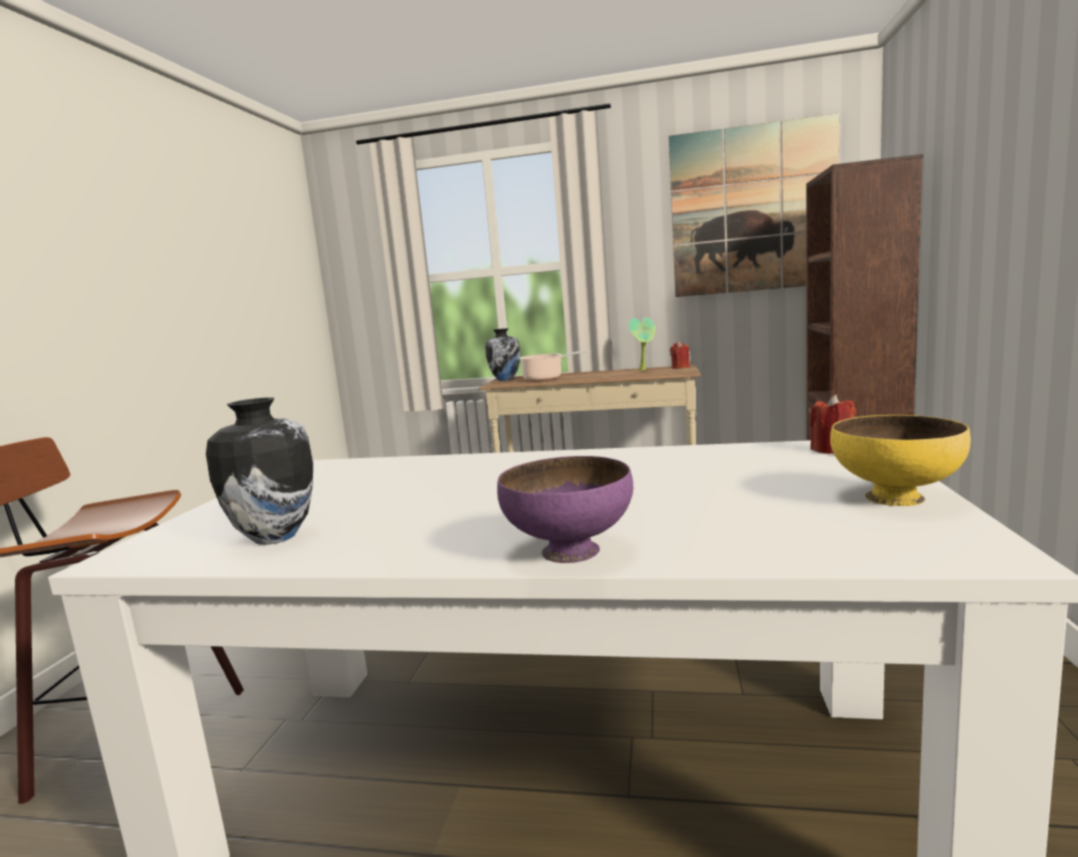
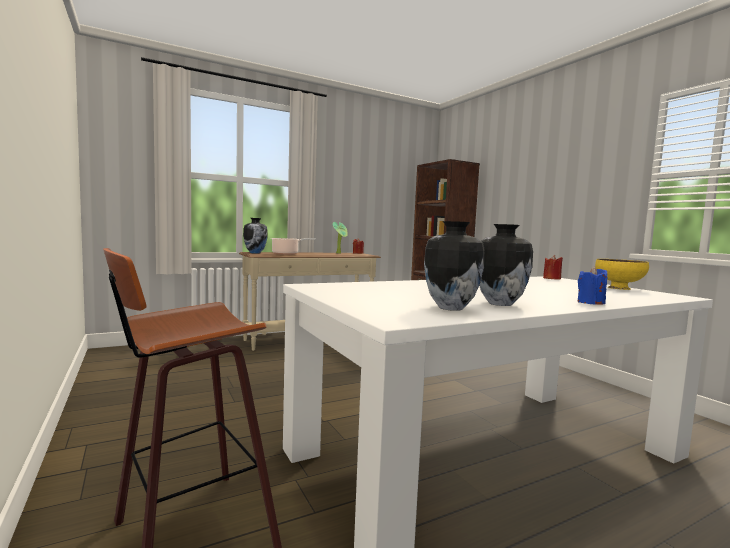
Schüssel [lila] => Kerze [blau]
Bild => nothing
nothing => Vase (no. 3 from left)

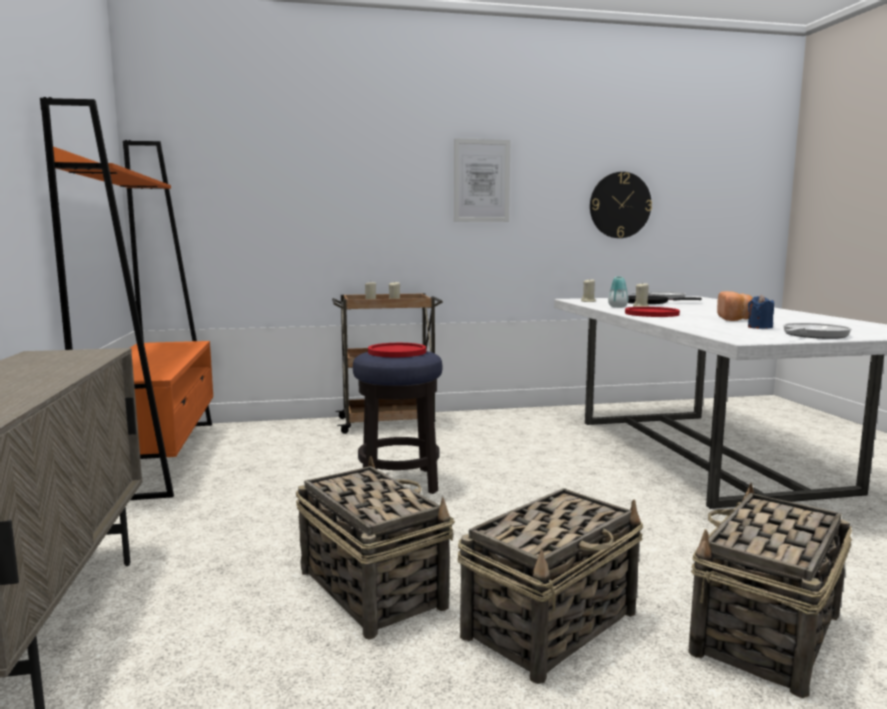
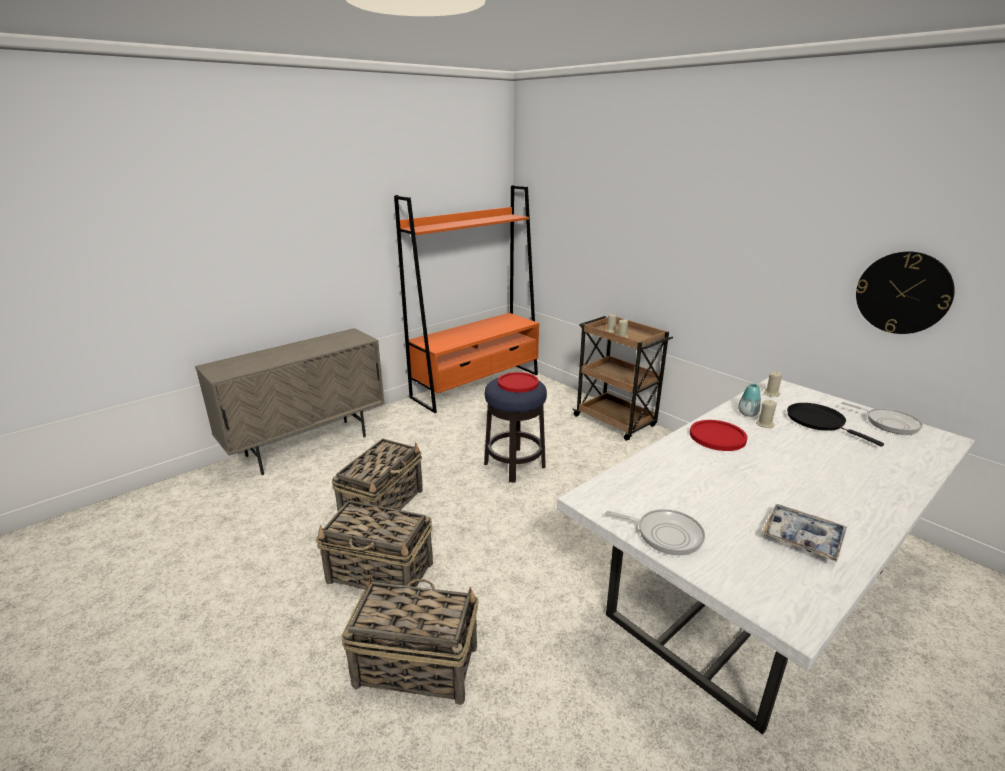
Bild => nothing
Brot => nothing
Kerze [blau] => nothing
nothing => Tablett

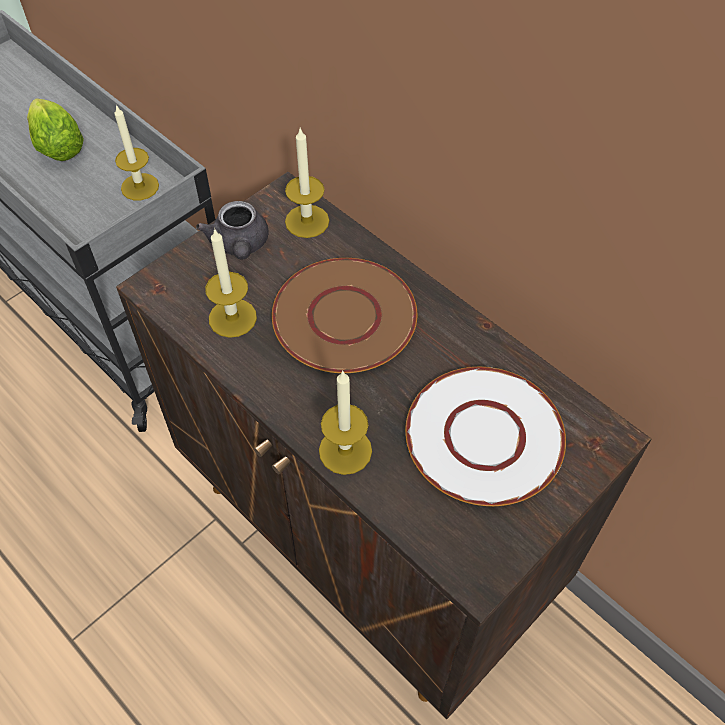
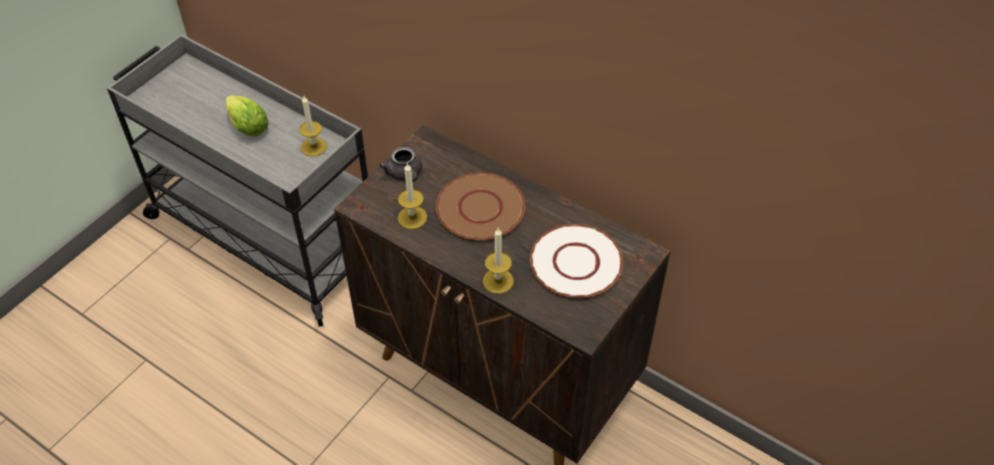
Kerze (no. 3 from left) => nothing

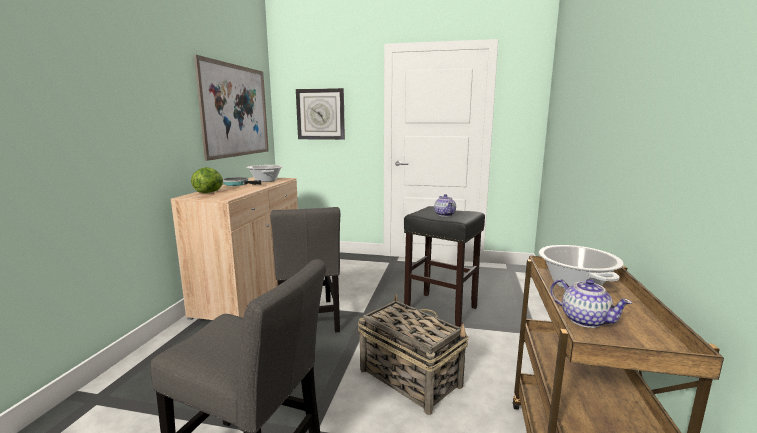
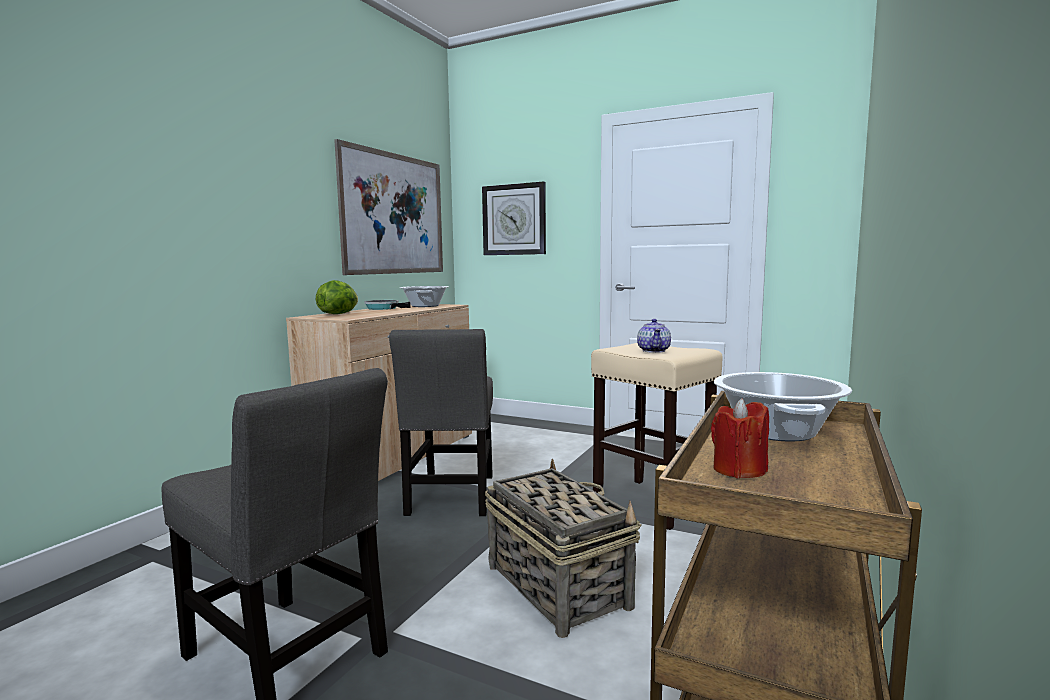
Hocker [schwarz] => Hocker [beige]
Teekanne (no. 2 from left) => Kerze [rot]

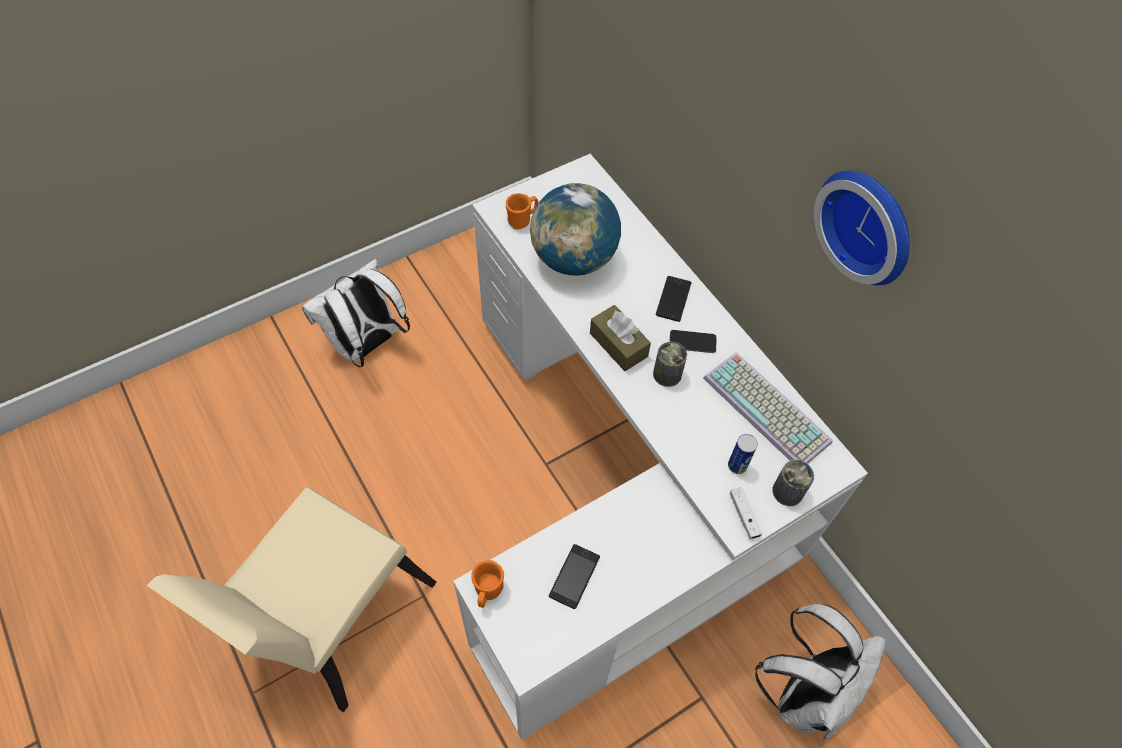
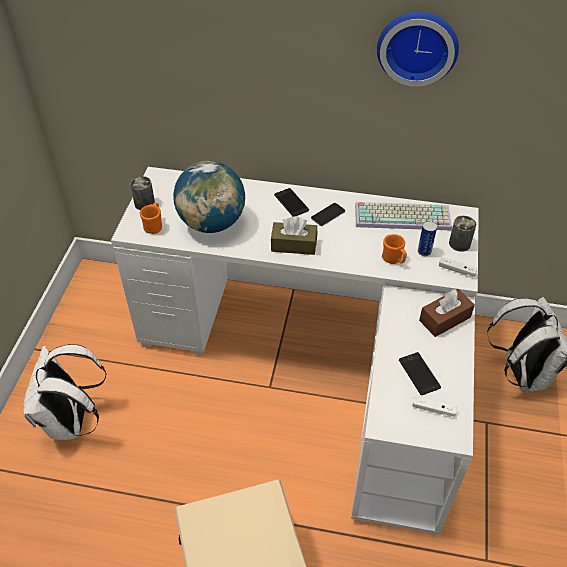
Henkelbecher [orange] (no. 1 from left in the first image) => Henkelbecher [orange] (no. 2 from left), shifted
Dose (no. 1 from left), shifted
nothing => Gamepad [weiß] (no. 1 from left)
nothing => Taschentuchbox [braun] (no. 2 from left)

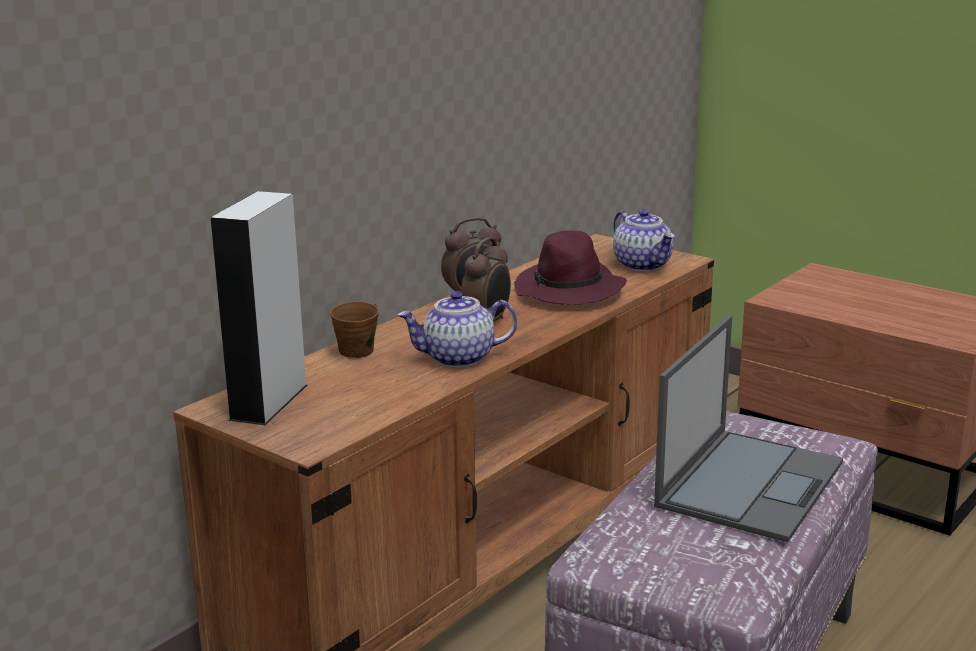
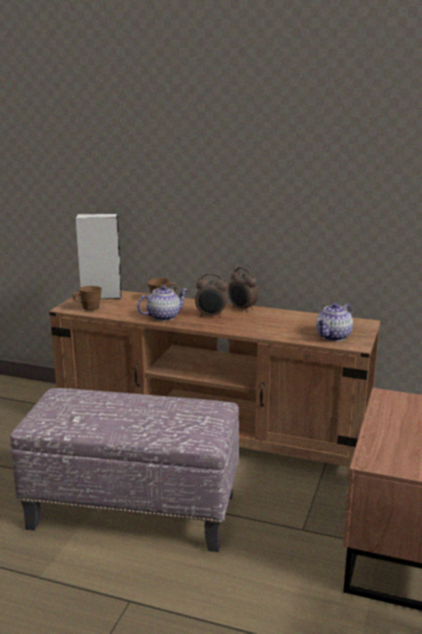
Teekanne (no. 1 from left), 90 degrees clockwise
Hut [lila] => nothing
Laptop => nothing
nothing => Henkelbecher [braun] (no. 1 from left)

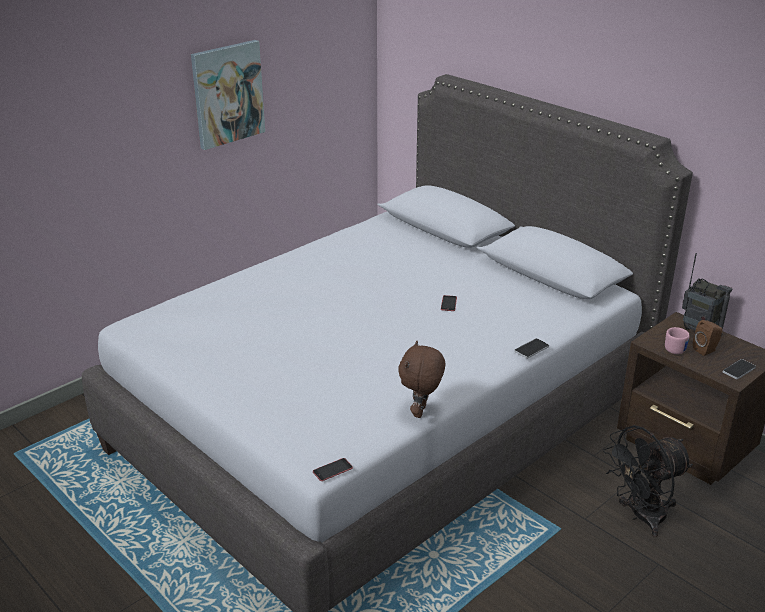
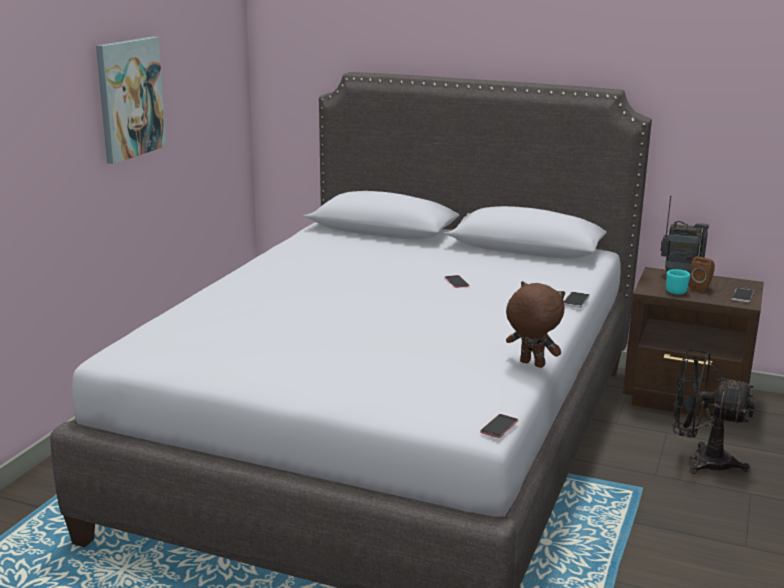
Plüschtier [braun], 135 degrees clockwise
Ventilator [schwarz], 75 degrees clockwise
Henkelbecher [rosa] => Henkelbecher [türkis]

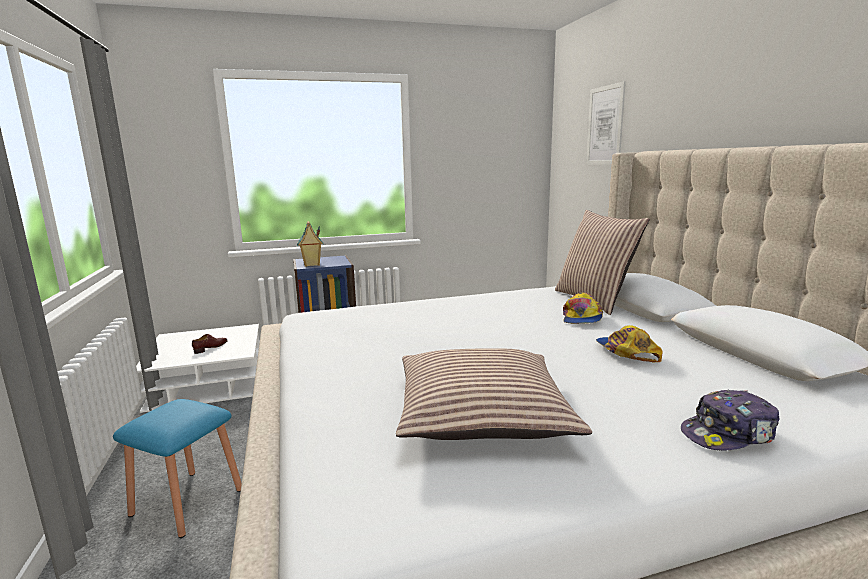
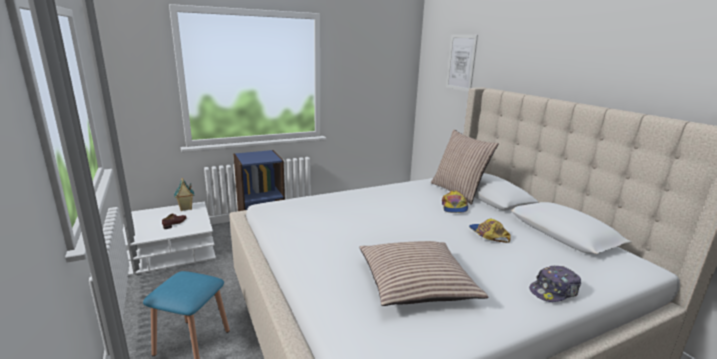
Spielzeughaus, shifted

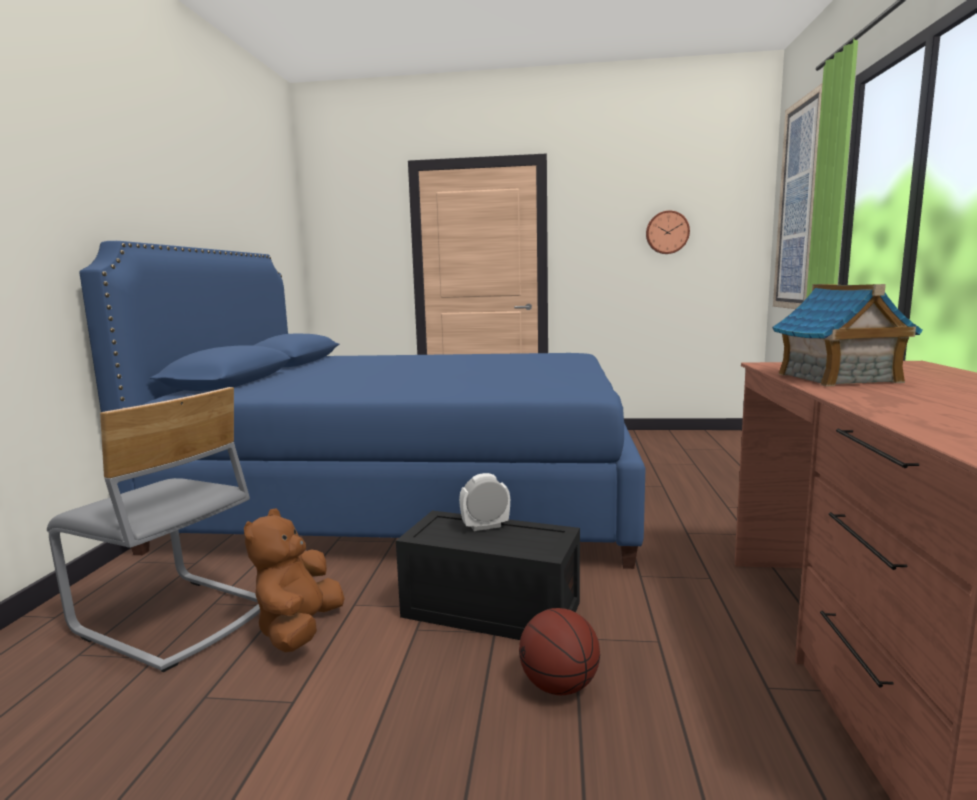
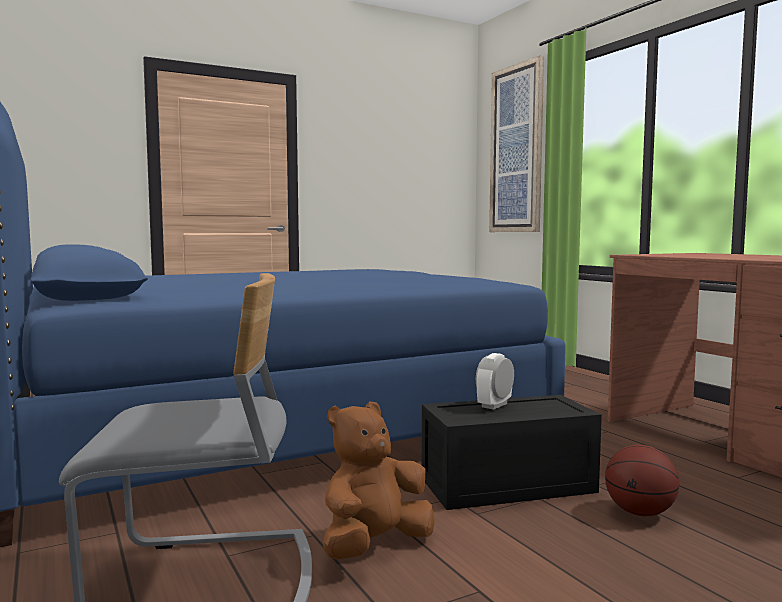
Plüschtier [braun], 75 degrees clockwise
Wanduhr => nothing
Spielzeughaus => nothing

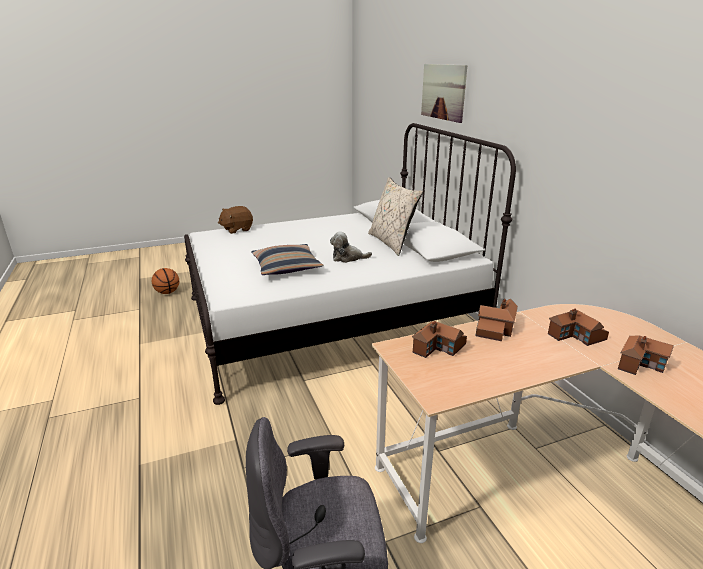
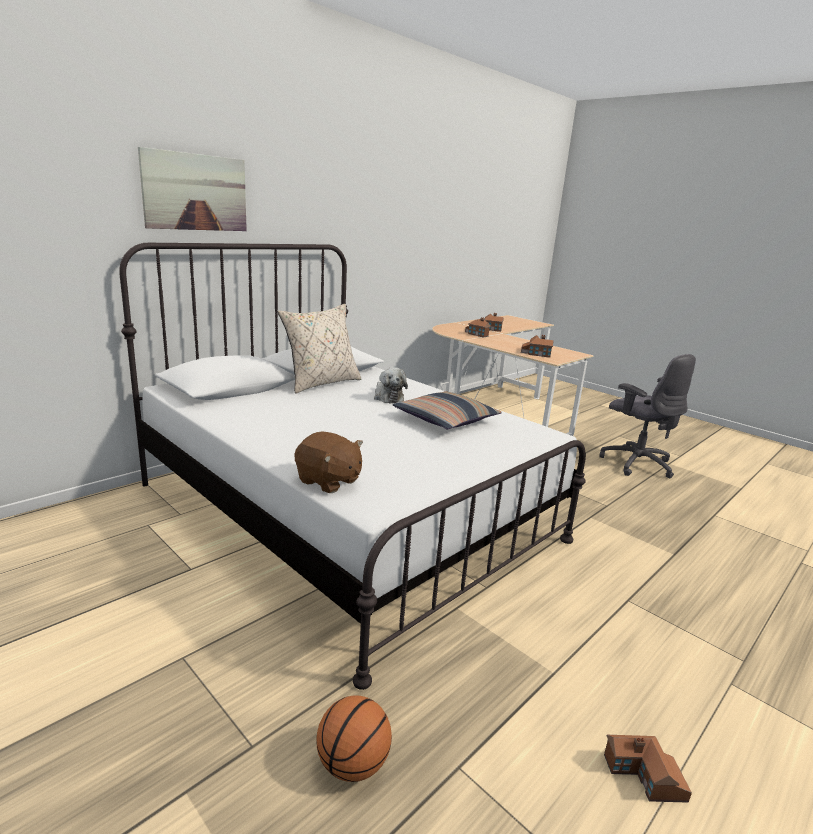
Spielzeughaus (no. 2 from left in the first image) => Spielzeughaus (no. 4 from left), shifted

